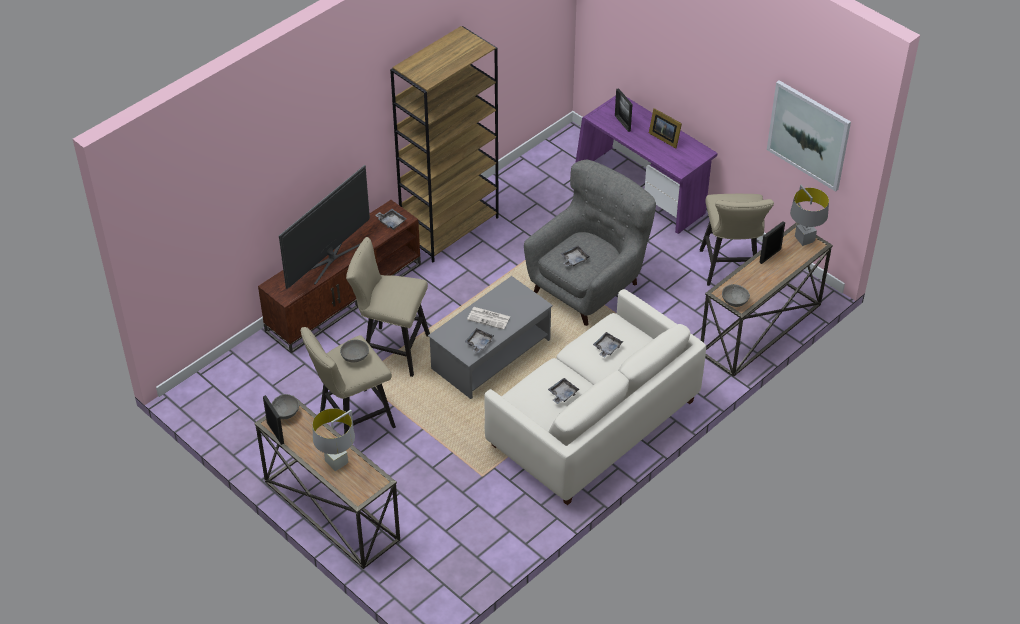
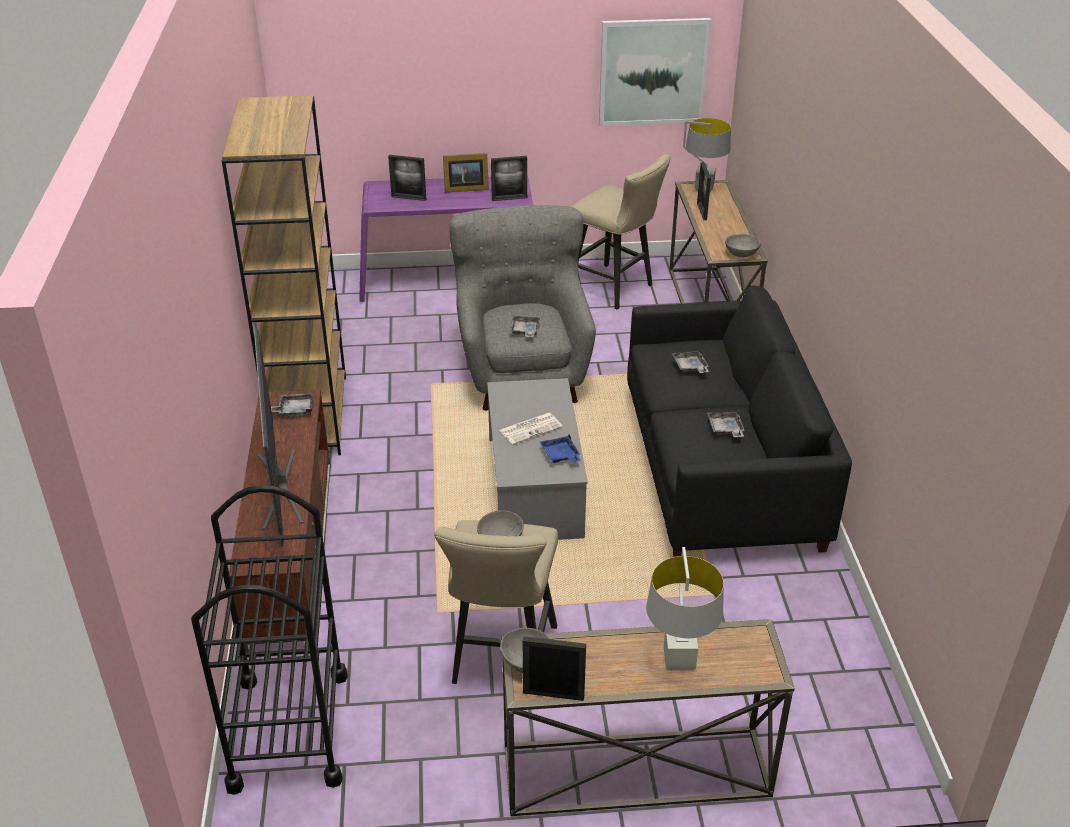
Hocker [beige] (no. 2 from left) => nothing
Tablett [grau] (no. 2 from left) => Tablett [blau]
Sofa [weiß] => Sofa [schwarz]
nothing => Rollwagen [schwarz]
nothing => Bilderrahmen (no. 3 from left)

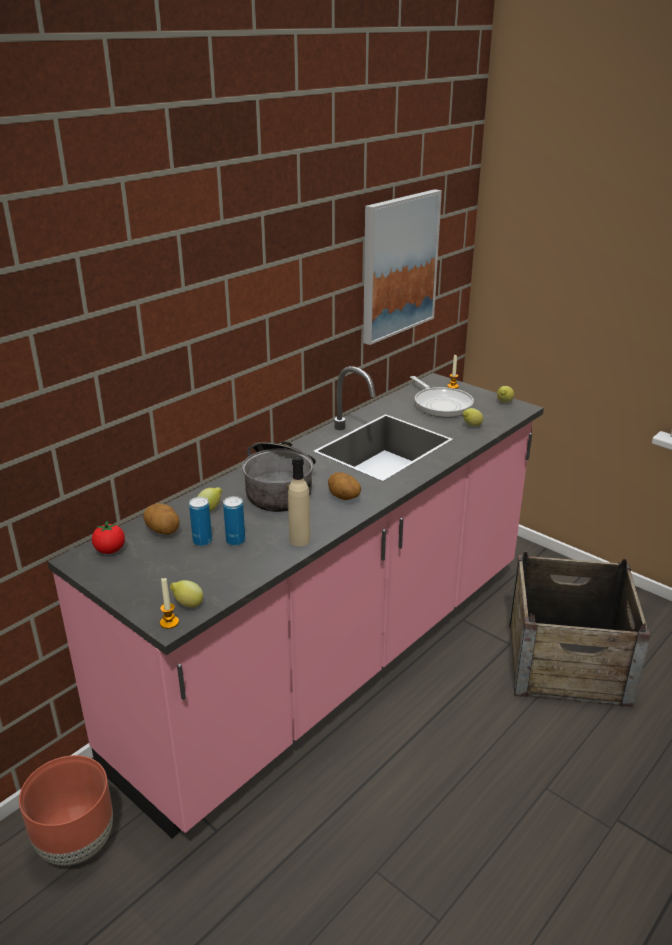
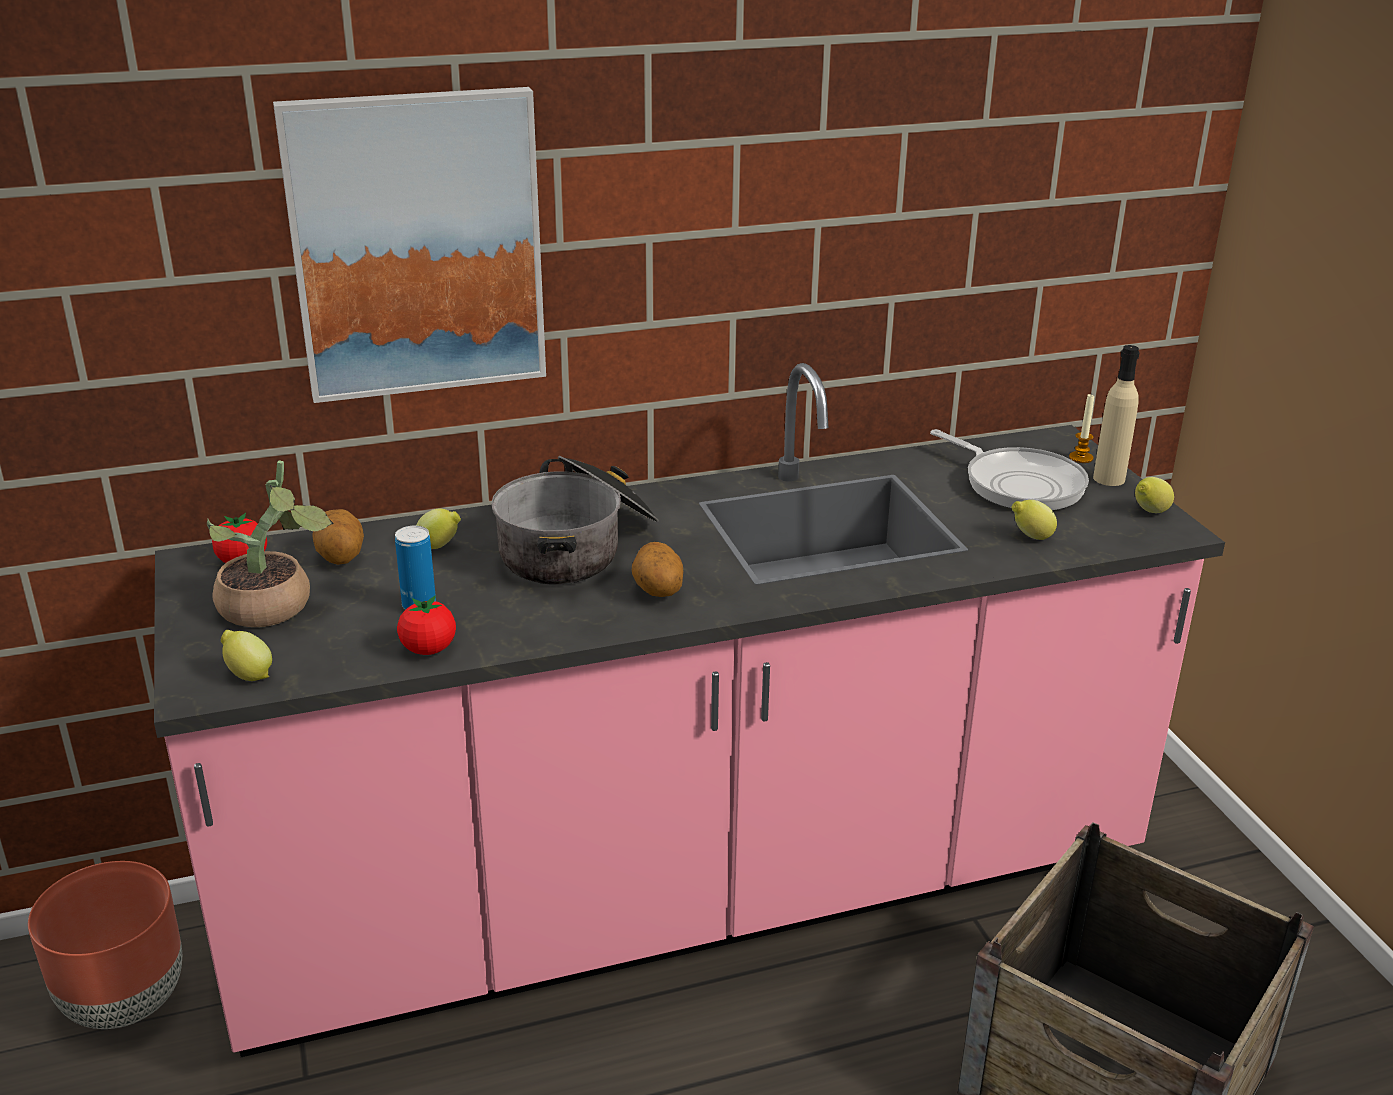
Kerze (no. 1 from left) => nothing
Dose (no. 1 from left) => nothing
Flasche [beige], shifted
Bild, shifted
Pfanne, 45 degrees counterclockwise
nothing => Topfpflanze
nothing => Tomate (no. 2 from left)

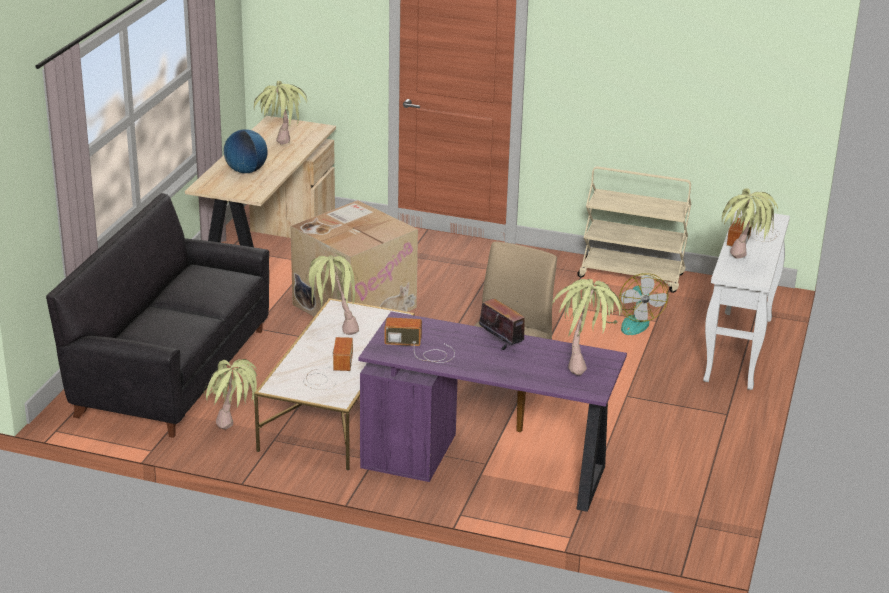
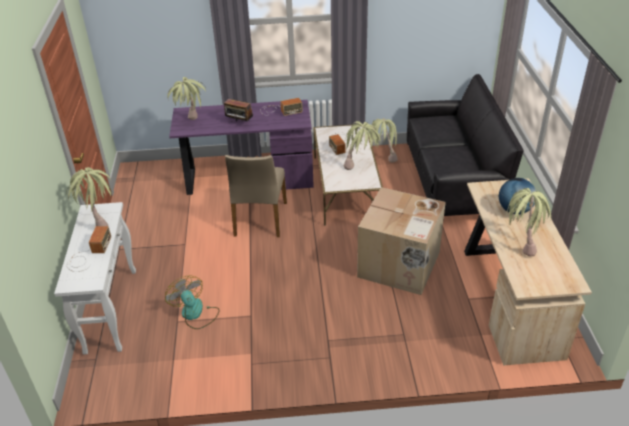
Rollwagen [beige] => nothing

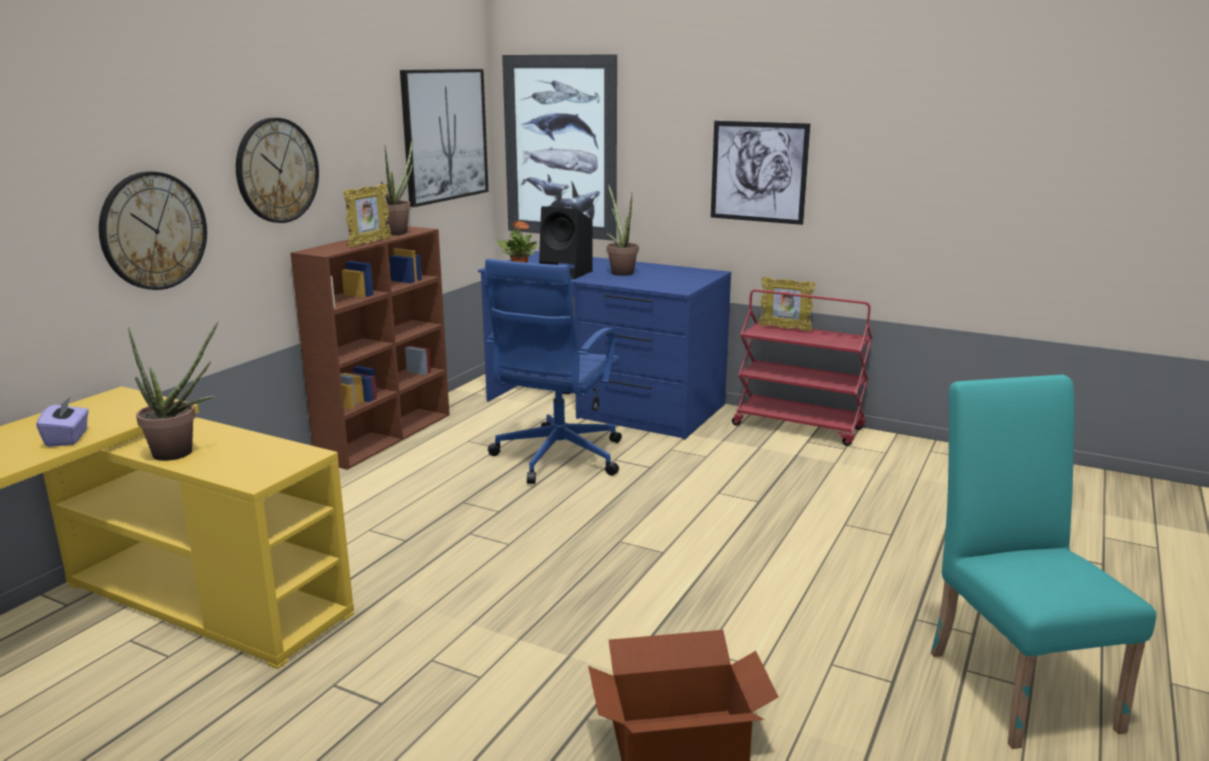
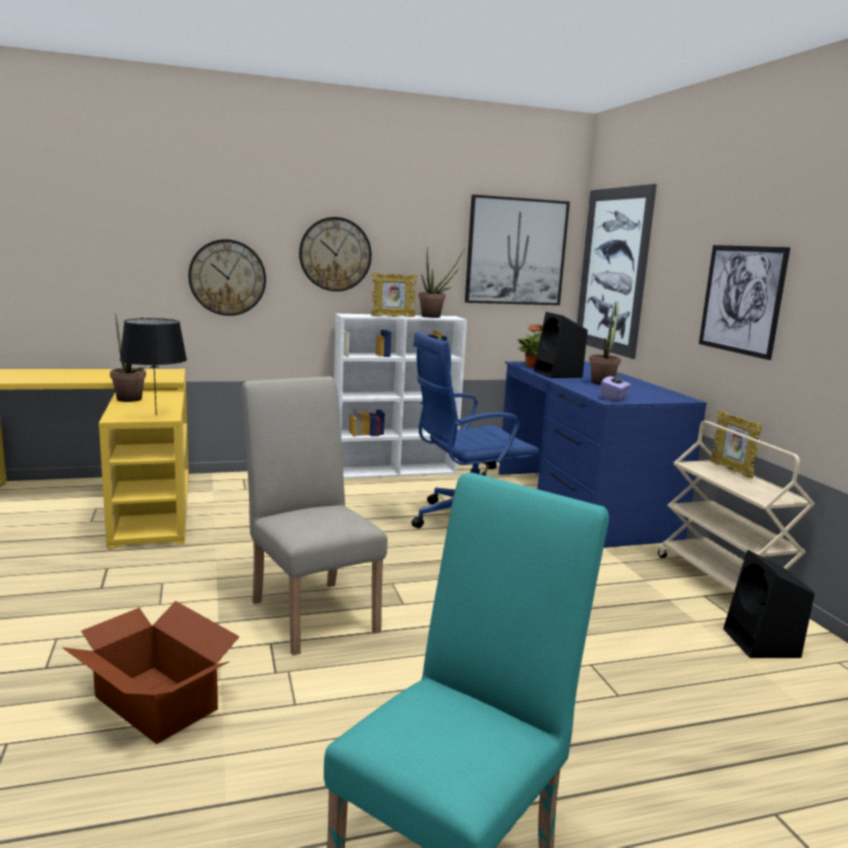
Taschentuchbox [lila], shifted
Bücherregal [braun] => Bücherregal [weiß]
Rollwagen [rot] => Rollwagen [beige]
nothing => Tischlampe [schwarz]
nothing => Stuhl [beige]
nothing => Lautsprecher [schwarz] (no. 2 from left)

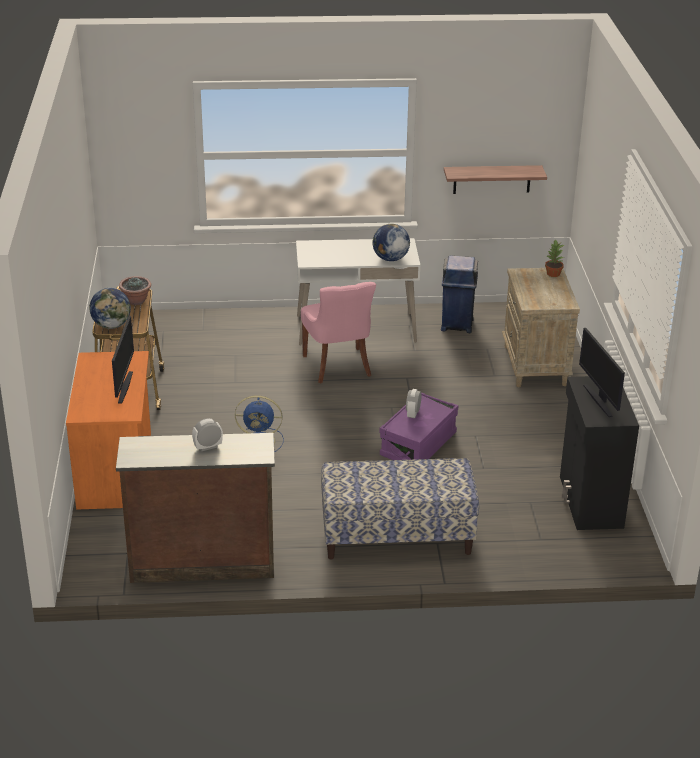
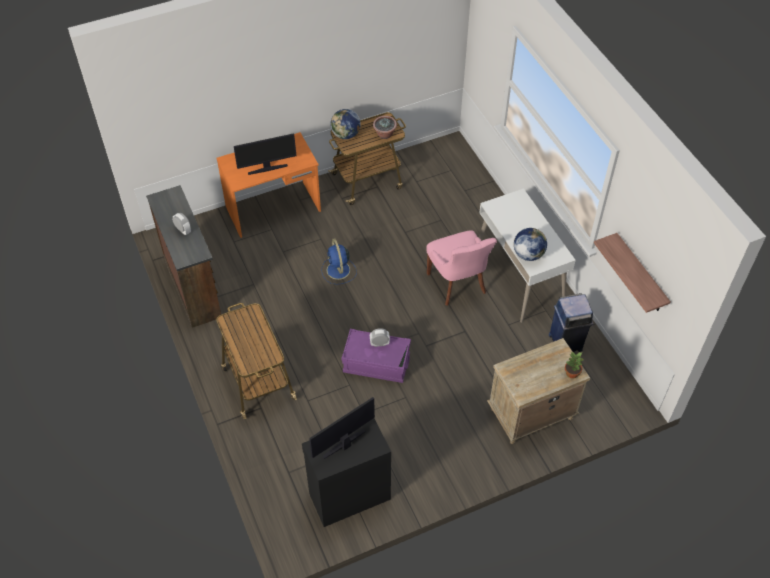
Stuhl [rosa], 75 degrees counterclockwise
Bank => Rollwagen (no. 1 from left)

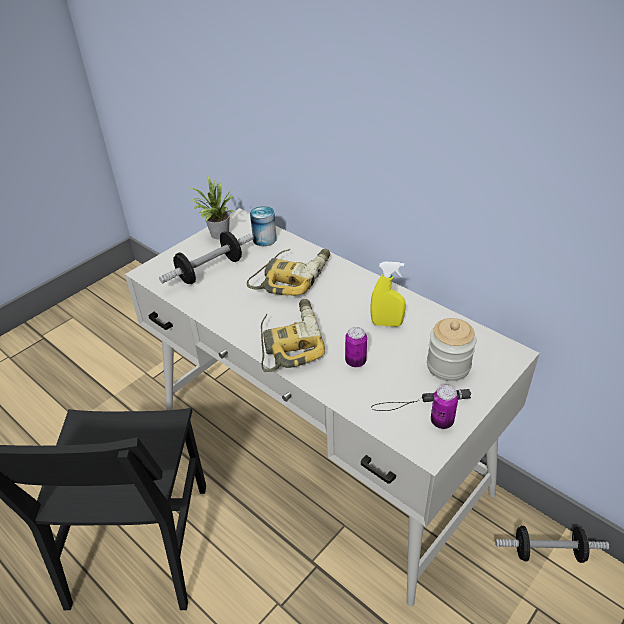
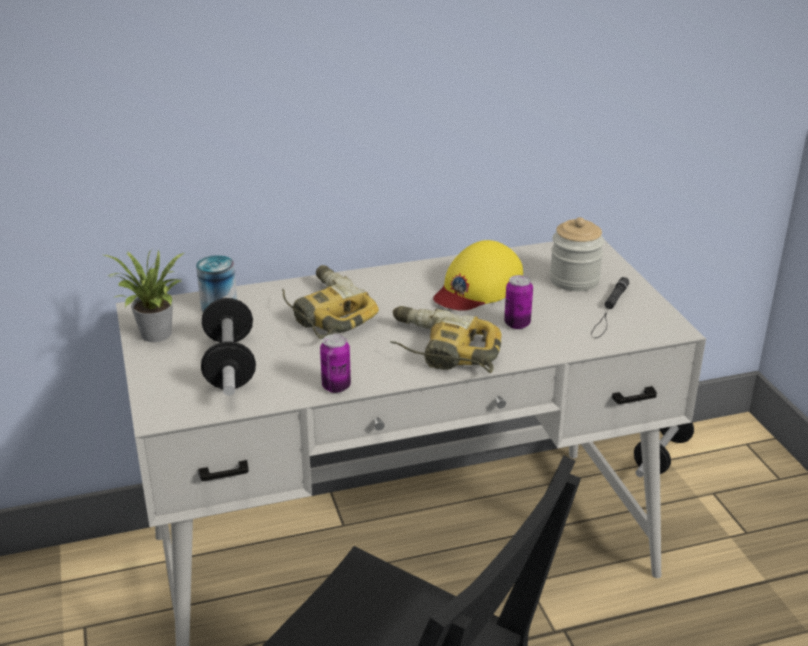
Sprühflasche [gelb] => Kappe [gelb]
Dose (no. 3 from left in the first image) => Dose (no. 2 from left), shifted

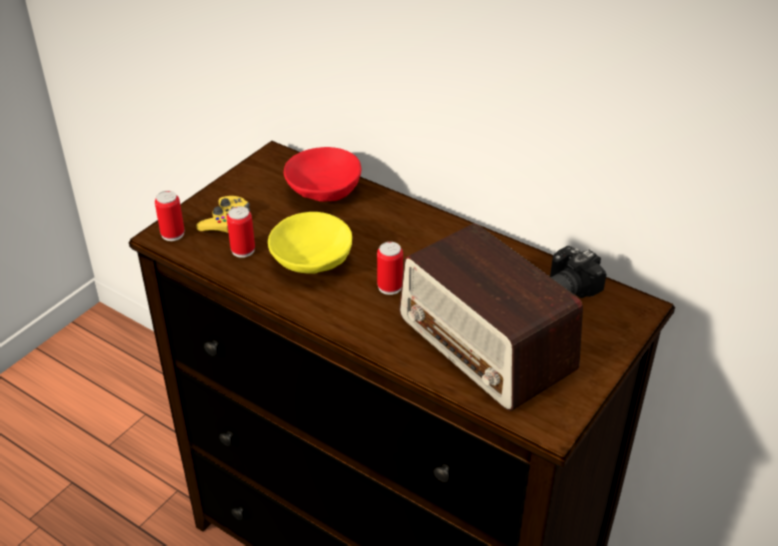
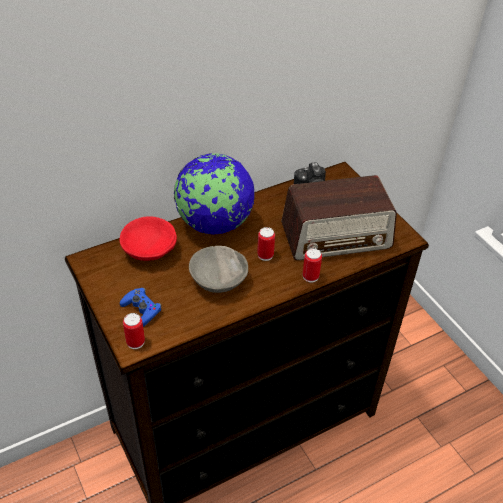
Gamepad [gelb] => Gamepad [blau]
Dose (no. 2 from left in the first image) => Dose (no. 3 from left), shifted
Schüssel [gelb] => Schüssel [grau]
nothing => Globus

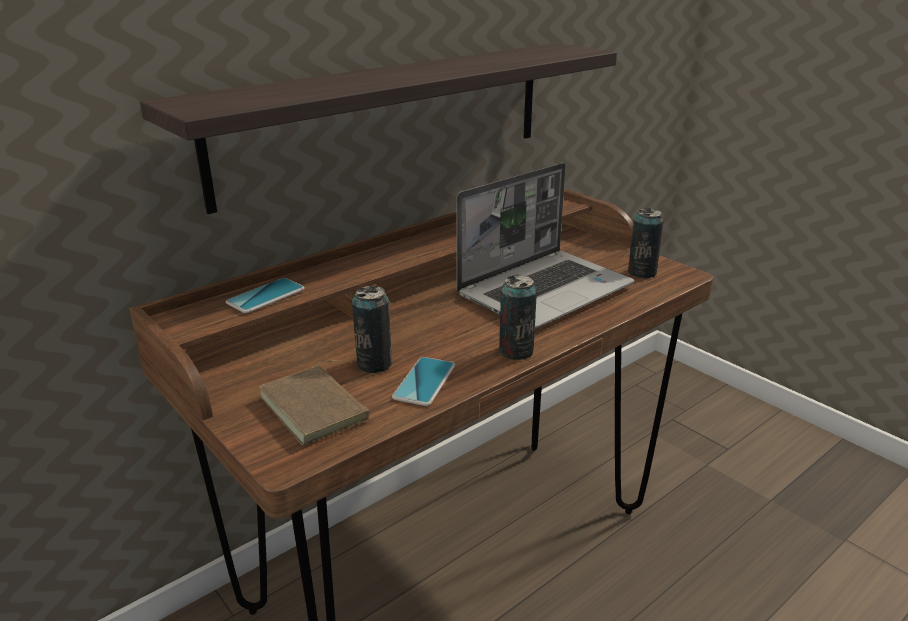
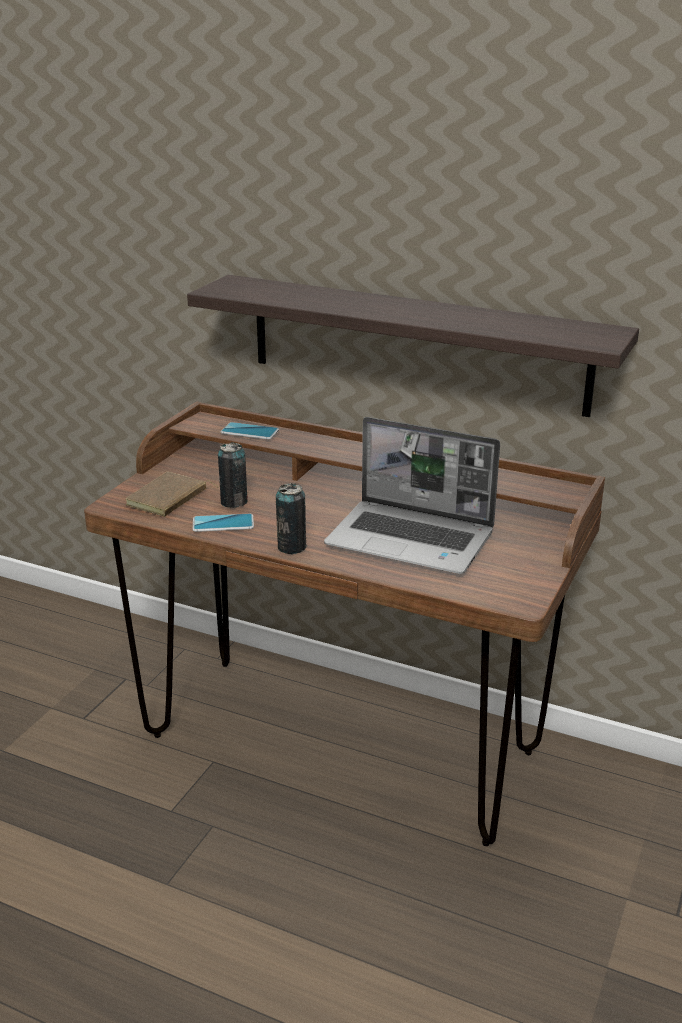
Dose (no. 3 from left) => nothing

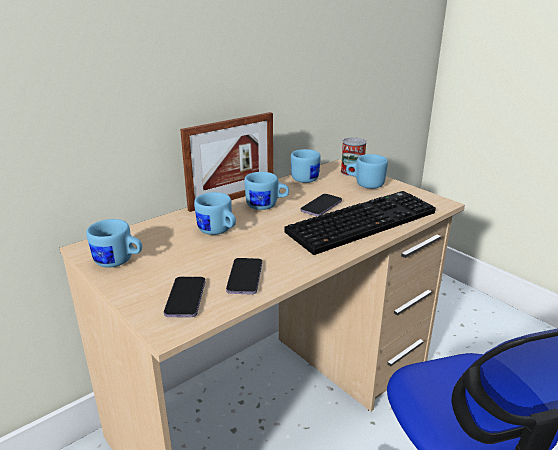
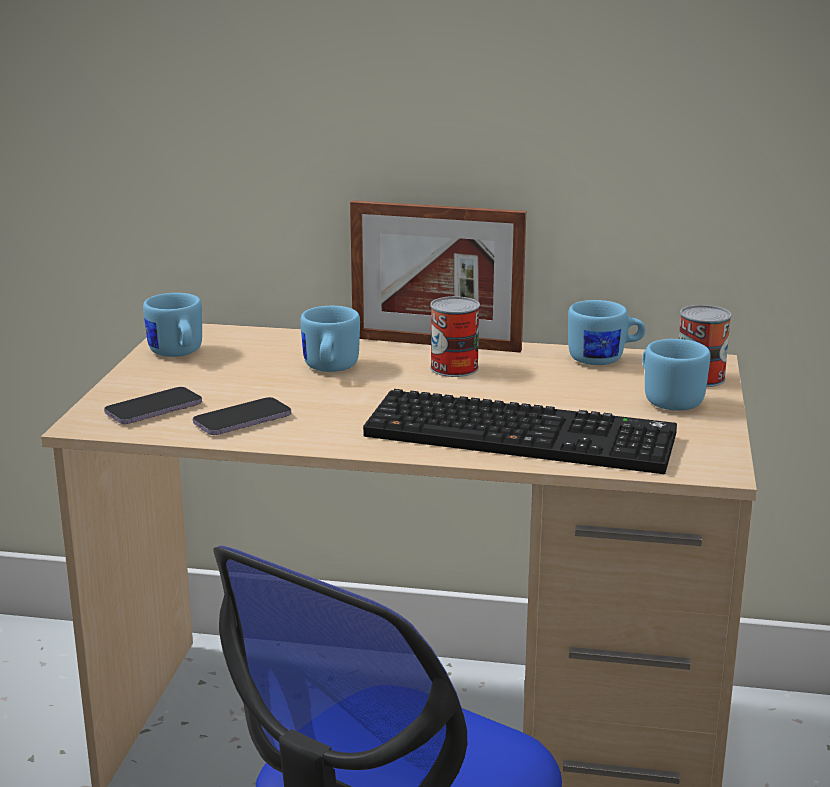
Henkelbecher [blau] (no. 3 from left) => Dose (no. 1 from left)
Handy (no. 3 from left) => nothing

